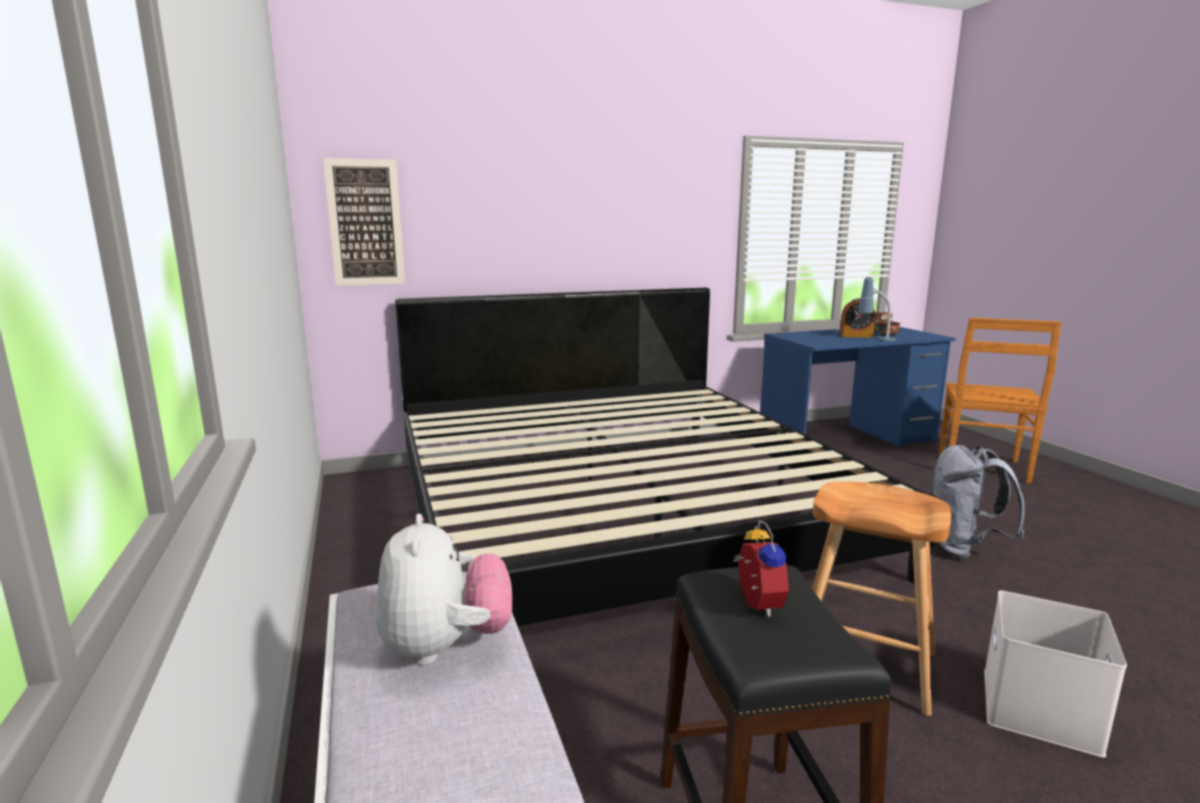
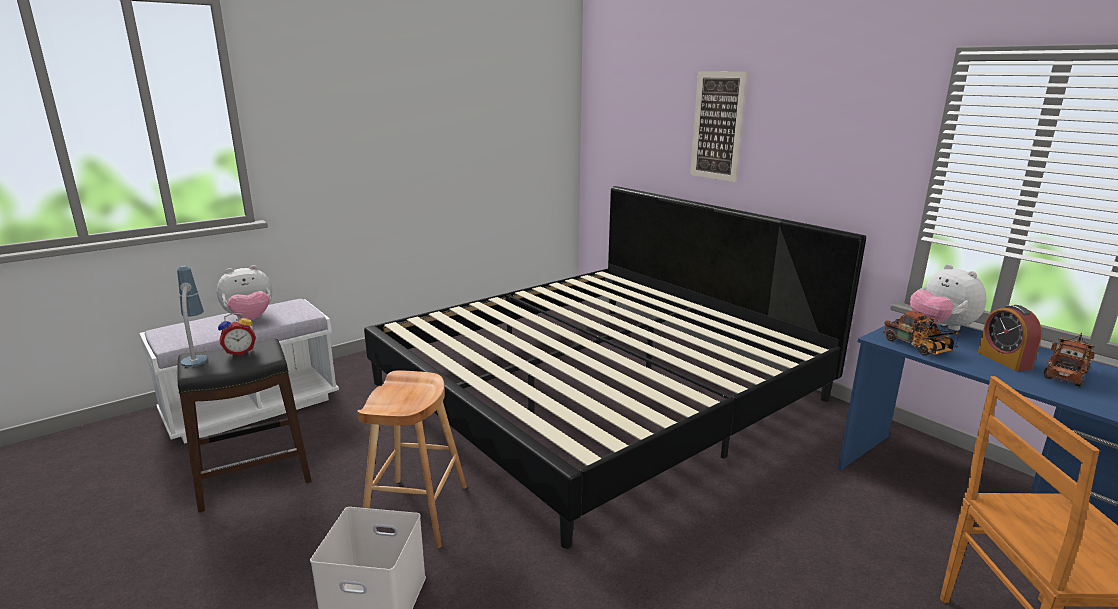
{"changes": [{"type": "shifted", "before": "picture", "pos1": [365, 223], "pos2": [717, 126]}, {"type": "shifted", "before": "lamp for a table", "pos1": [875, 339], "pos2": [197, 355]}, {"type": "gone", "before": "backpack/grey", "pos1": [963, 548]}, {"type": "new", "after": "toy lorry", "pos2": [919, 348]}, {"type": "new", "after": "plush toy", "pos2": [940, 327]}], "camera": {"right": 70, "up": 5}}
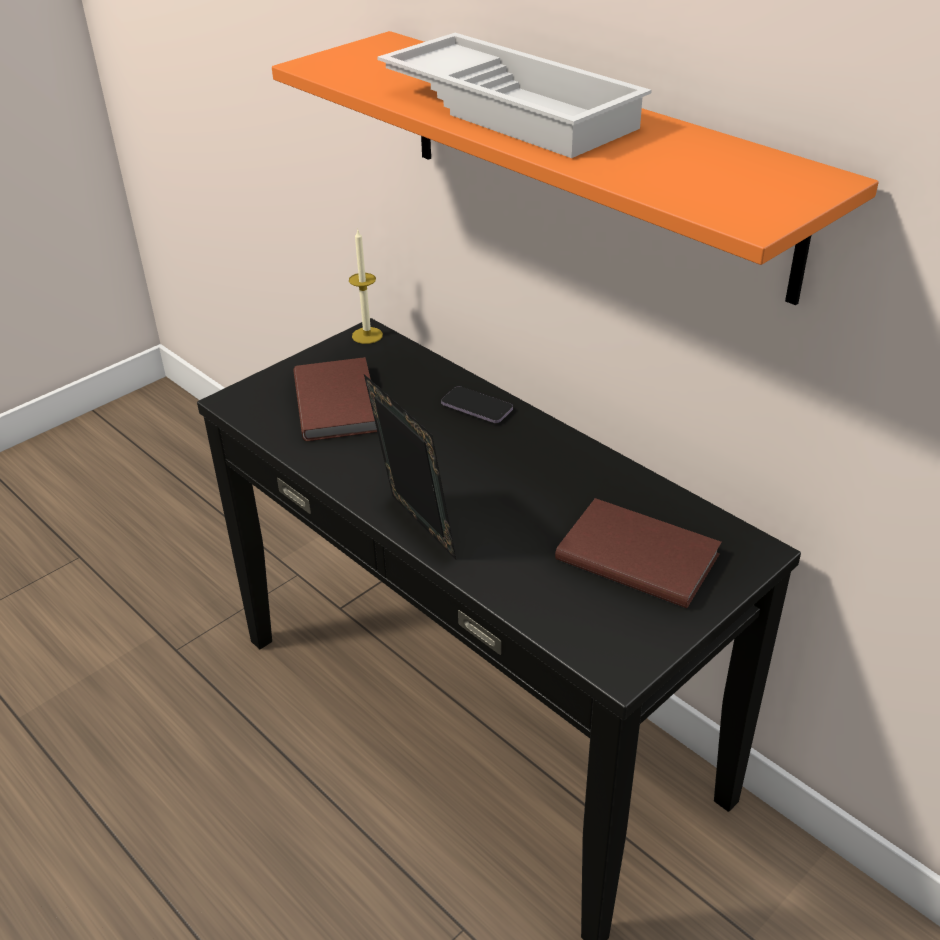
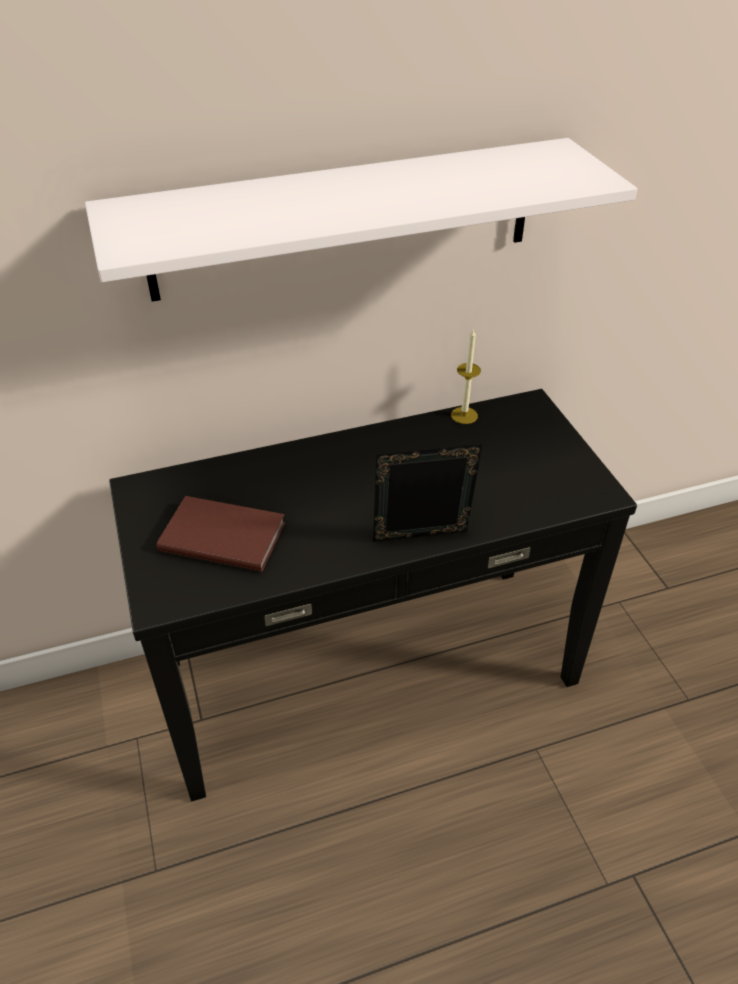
{"changes": [{"type": "repainted", "before": "shelf/orange", "after": "shelf/white", "pos1": [591, 159], "pos2": [344, 219]}, {"type": "shifted", "before": "candle", "pos1": [367, 335], "pos2": [464, 415]}, {"type": "gone", "before": "carrying tray/white", "pos1": [513, 109]}, {"type": "gone", "before": "handset", "pos1": [477, 407]}, {"type": "gone", "before": "bound book/brown", "pos1": [637, 554]}], "camera": {"right": -65, "up": 5}}
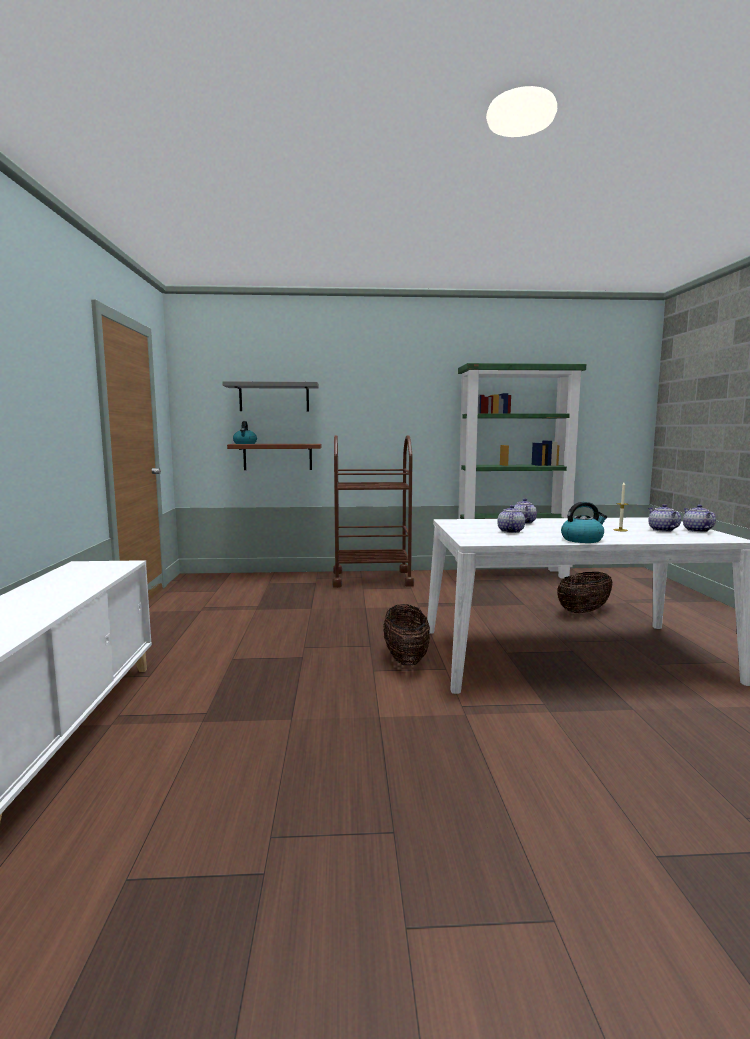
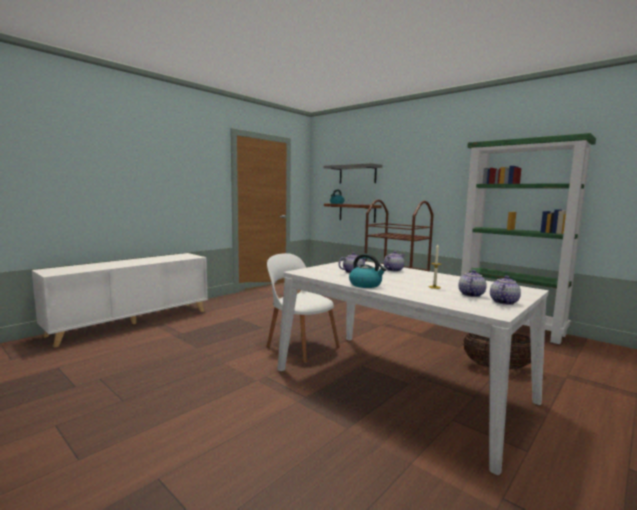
{"changes": [{"type": "swapped", "before": "storage basket", "after": "plain chair/white", "pos1": [406, 658], "pos2": [301, 346]}], "camera": {"right": 45, "up": 0}}
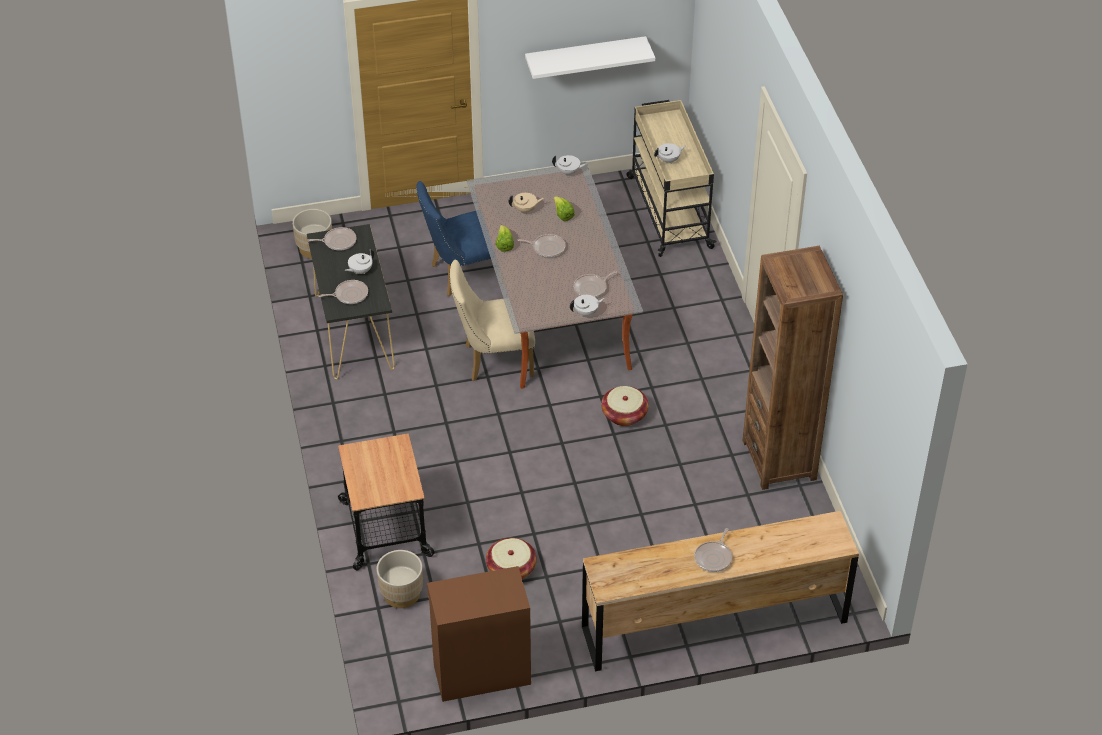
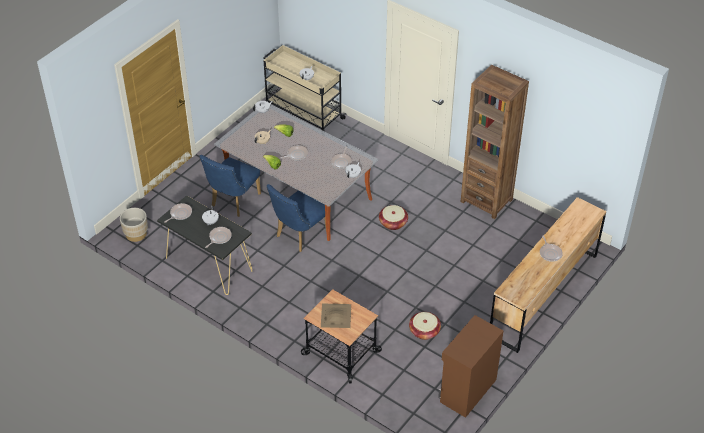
{"changes": [{"type": "gone", "before": "flower pot/sand-coloured", "pos1": [401, 594]}, {"type": "repainted", "before": "plain chair/sand-coloured", "after": "plain chair/blue", "pos1": [493, 360], "pos2": [298, 235]}, {"type": "gone", "before": "shelf/white", "pos1": [585, 56]}, {"type": "new", "after": "carrying tray/sand-coloured", "pos2": [335, 316]}], "camera": {"right": -40, "up": 0}}
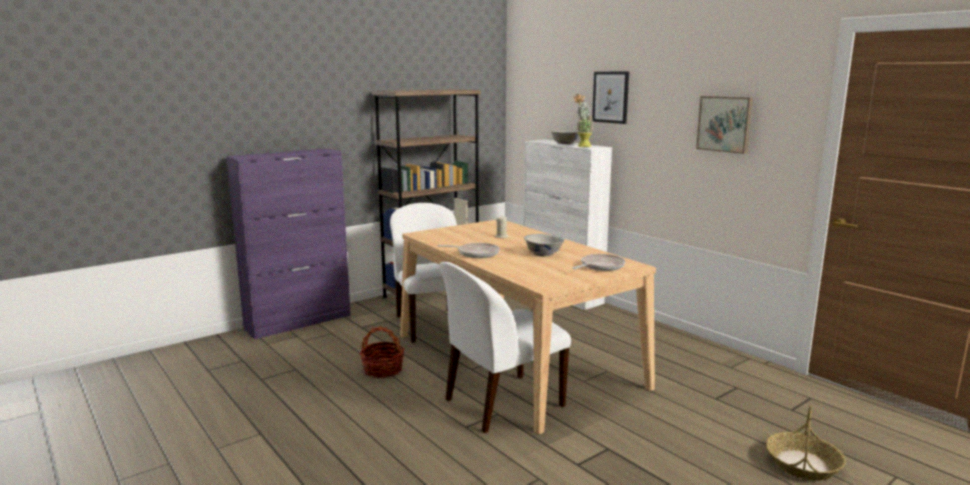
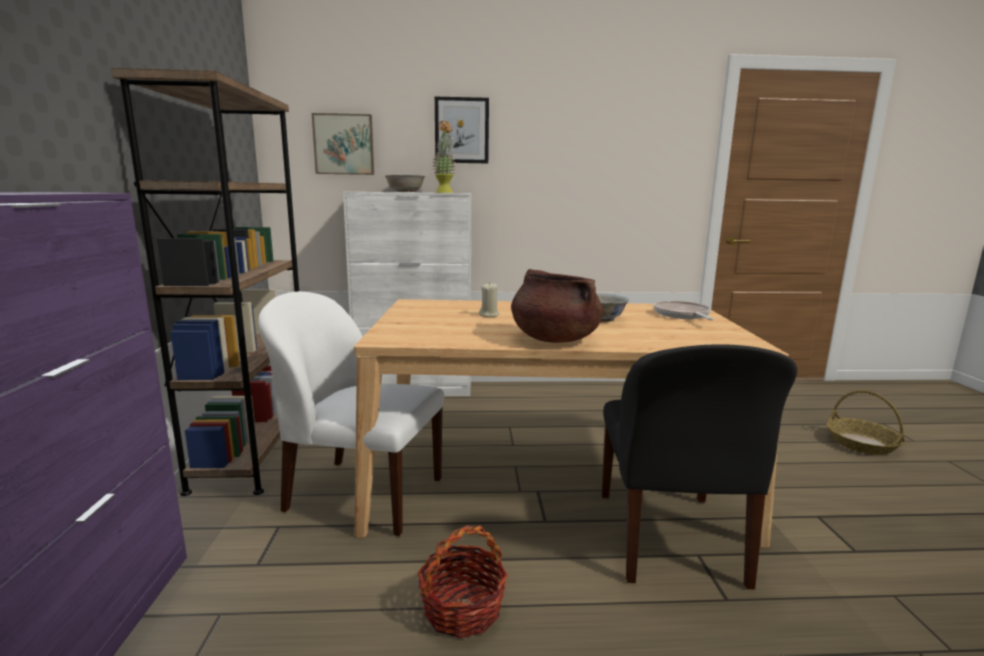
{"changes": [{"type": "swapped", "before": "skillet", "after": "saucepot/brown", "pos1": [475, 254], "pos2": [554, 339]}, {"type": "repainted", "before": "plain chair/white", "after": "plain chair/black", "pos1": [501, 403], "pos2": [669, 539]}, {"type": "shifted", "before": "picture", "pos1": [725, 124], "pos2": [344, 144]}], "camera": {"right": -55, "up": 0}}
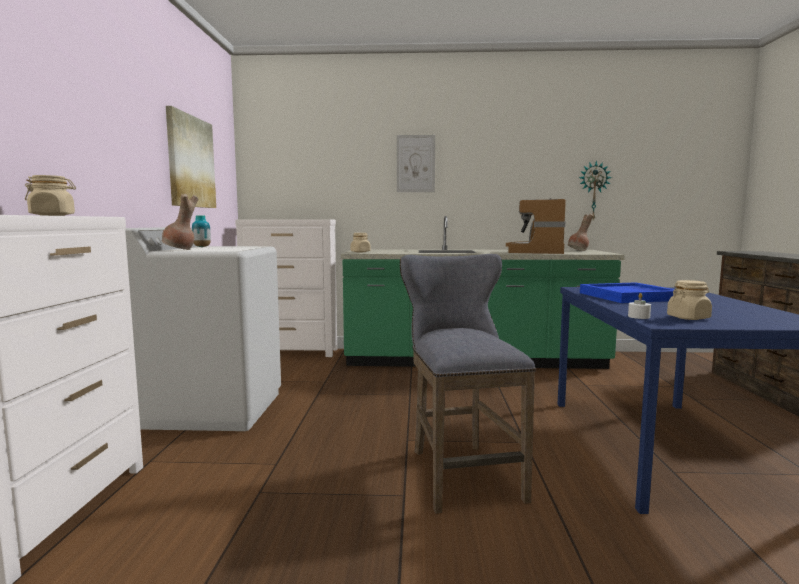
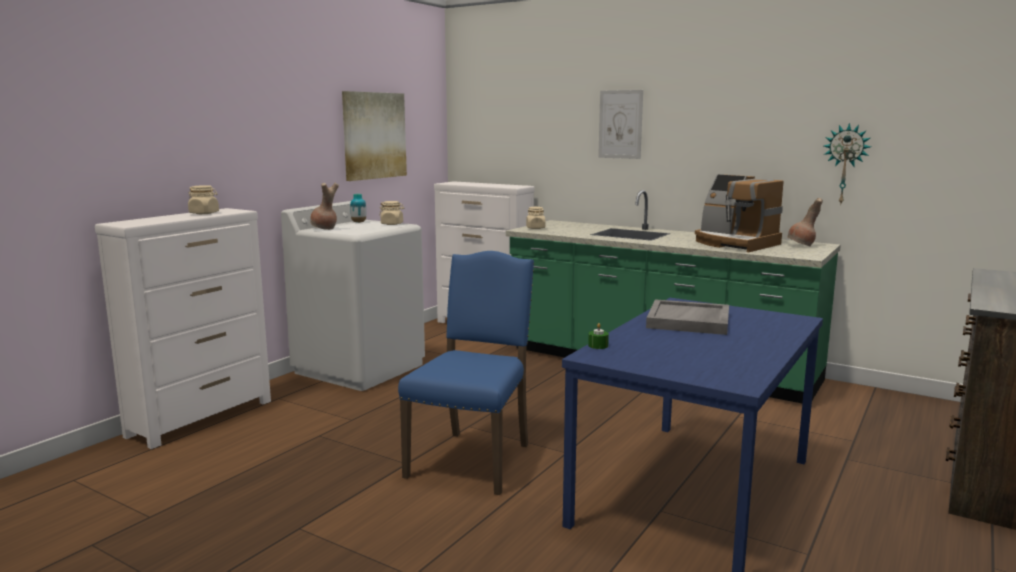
{"changes": [{"type": "swapped", "before": "sitting stool/grey", "after": "plain chair/blue", "pos1": [461, 471], "pos2": [473, 459]}, {"type": "rotated", "before": "coffee machine", "pos1": [537, 251], "pos2": [735, 244], "turn": -90}, {"type": "repainted", "before": "carrying tray/blue", "after": "carrying tray/grey", "pos1": [629, 296], "pos2": [689, 321]}, {"type": "repainted", "before": "candle/white", "after": "candle/green", "pos1": [639, 317], "pos2": [598, 345]}, {"type": "shifted", "before": "jar/sand-coloured", "pos1": [688, 318], "pos2": [392, 224]}], "camera": {"right": 30, "up": 5}}
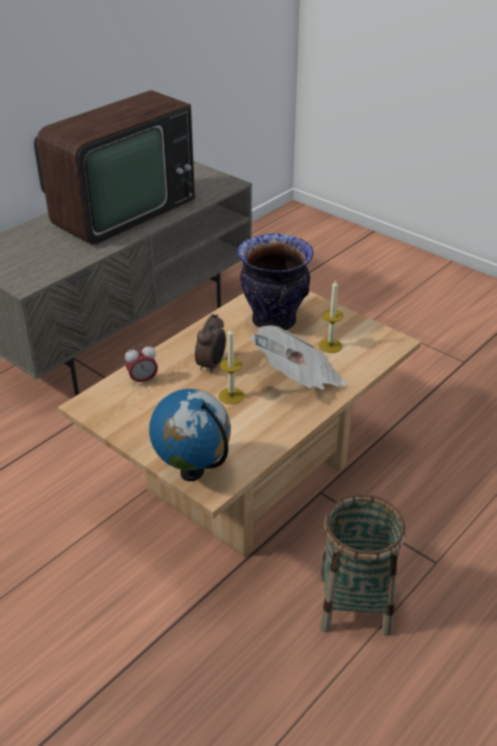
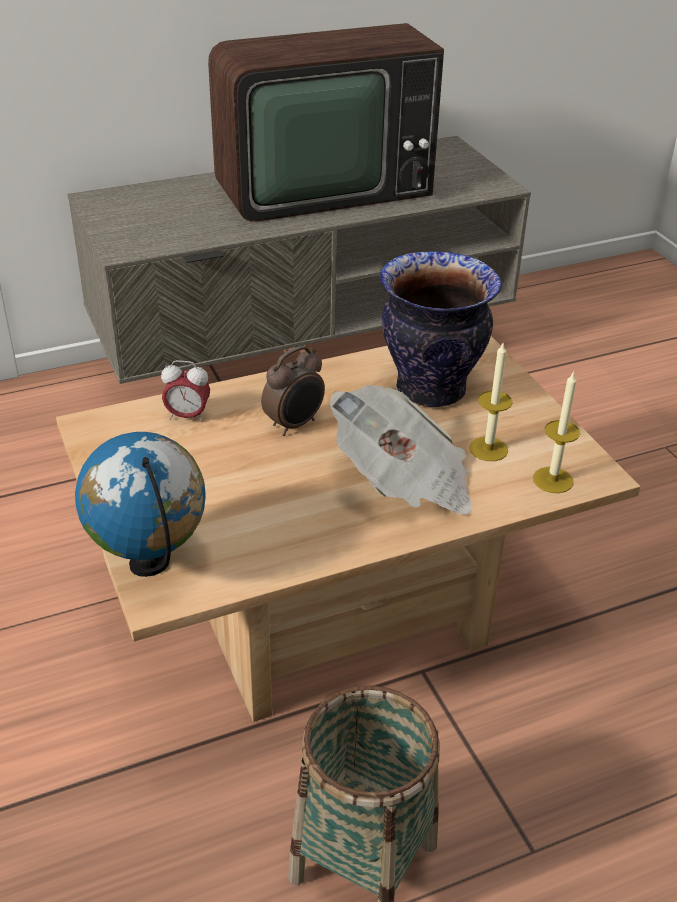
{"changes": [{"type": "shifted", "before": "candle", "pos1": [231, 396], "pos2": [553, 480]}], "camera": {"right": 25, "up": 0}}
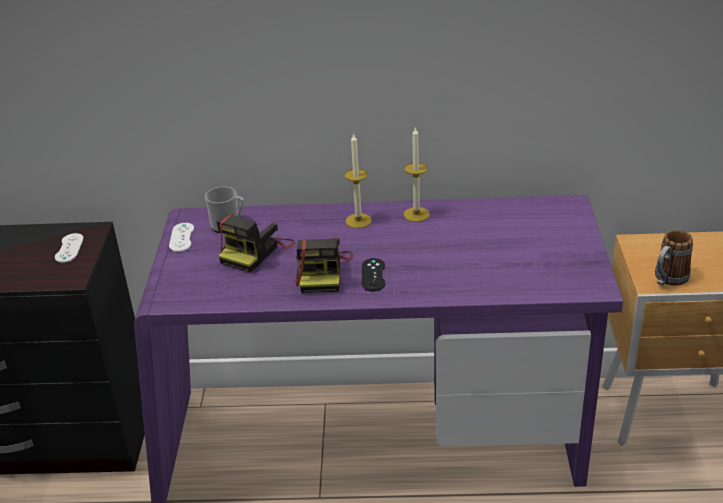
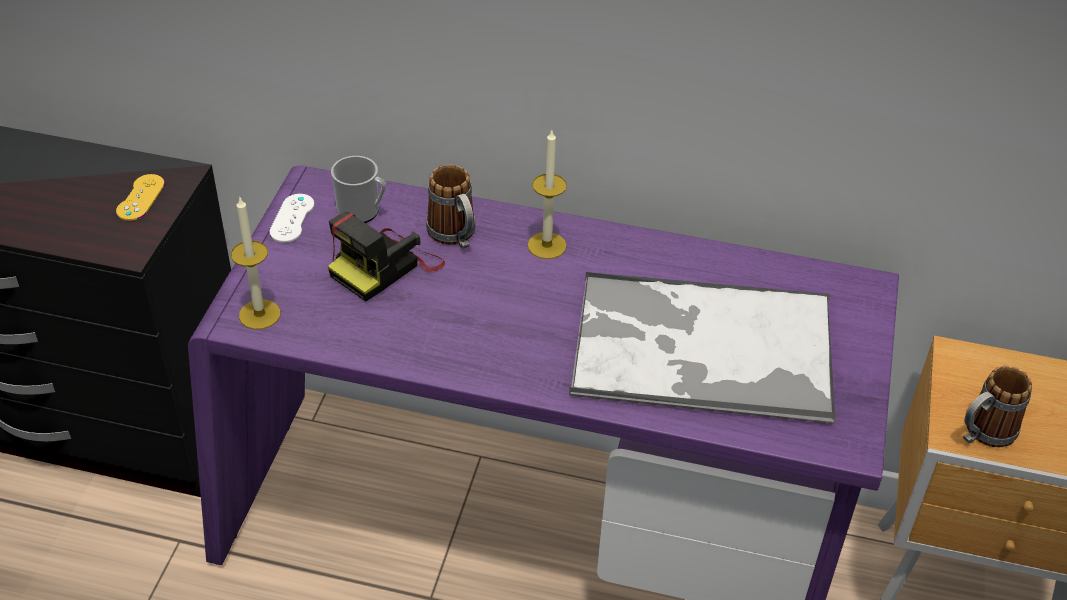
{"changes": [{"type": "repainted", "before": "gamepad/white", "after": "gamepad/yellow", "pos1": [69, 248], "pos2": [140, 198]}, {"type": "gone", "before": "still camera", "pos1": [322, 272]}, {"type": "gone", "before": "gamepad/black", "pos1": [373, 275]}, {"type": "shifted", "before": "candle", "pos1": [416, 214], "pos2": [259, 314]}, {"type": "new", "after": "tea mug", "pos2": [455, 237]}, {"type": "new", "after": "carrying tray", "pos2": [700, 349]}], "camera": {"right": 10, "up": 10}}
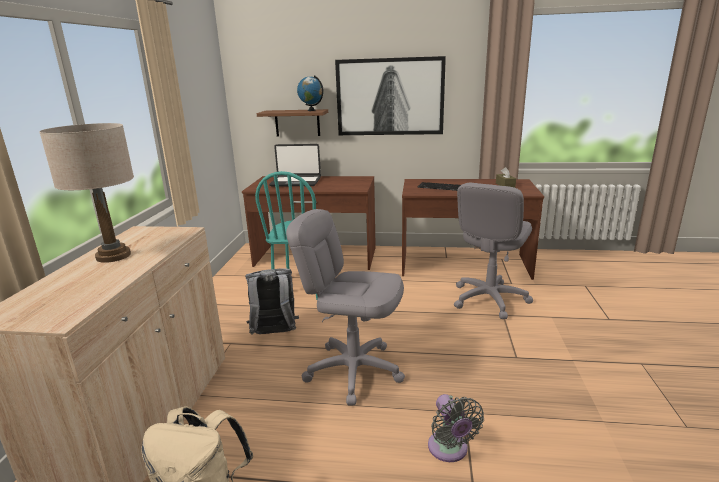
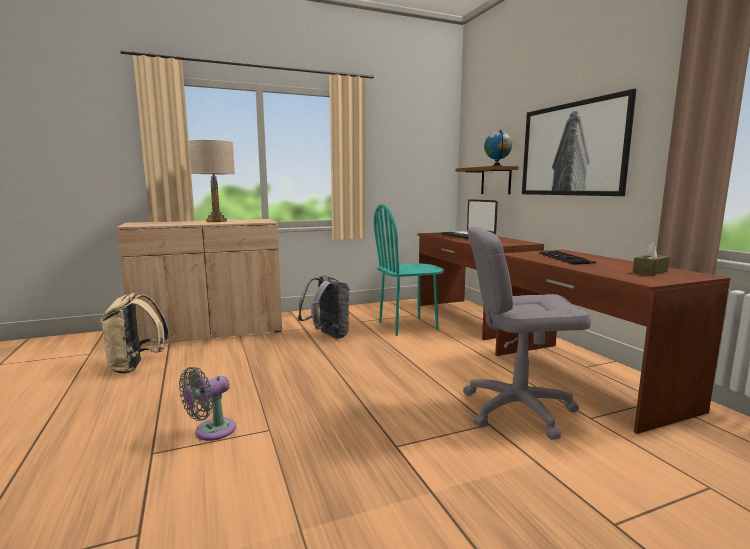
{"changes": [{"type": "gone", "before": "office chair/grey", "pos1": [354, 370]}], "camera": {"right": 60, "up": -10}}
